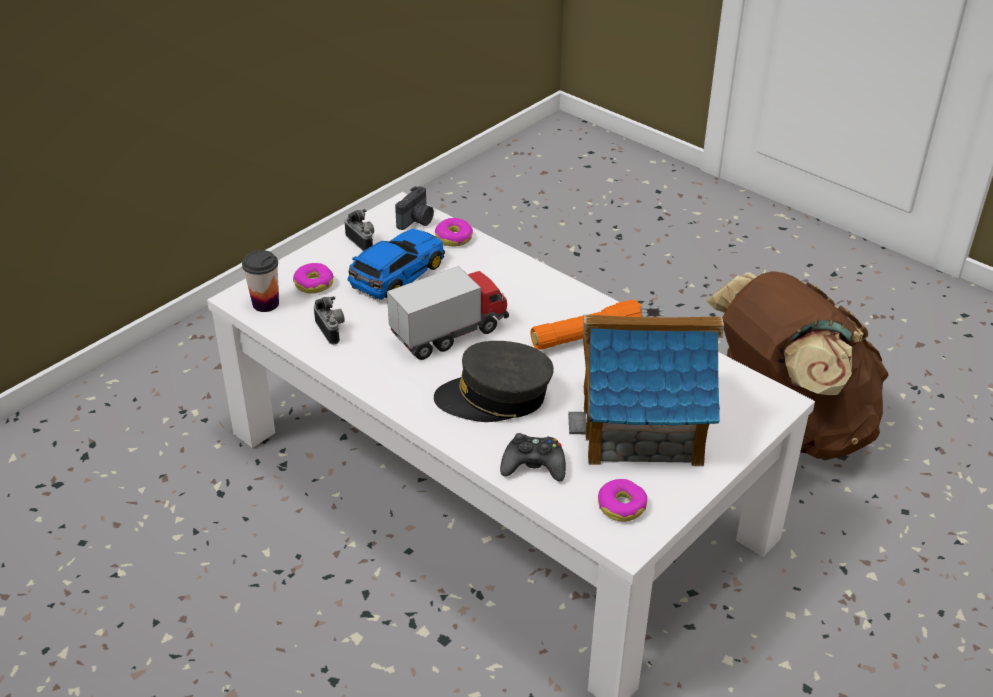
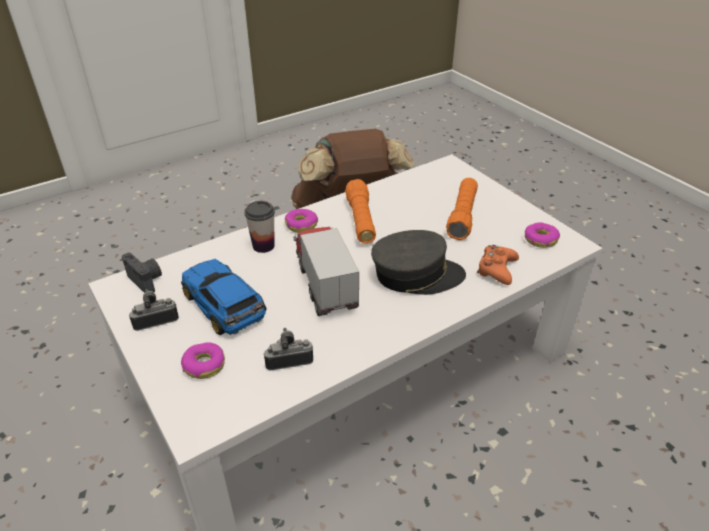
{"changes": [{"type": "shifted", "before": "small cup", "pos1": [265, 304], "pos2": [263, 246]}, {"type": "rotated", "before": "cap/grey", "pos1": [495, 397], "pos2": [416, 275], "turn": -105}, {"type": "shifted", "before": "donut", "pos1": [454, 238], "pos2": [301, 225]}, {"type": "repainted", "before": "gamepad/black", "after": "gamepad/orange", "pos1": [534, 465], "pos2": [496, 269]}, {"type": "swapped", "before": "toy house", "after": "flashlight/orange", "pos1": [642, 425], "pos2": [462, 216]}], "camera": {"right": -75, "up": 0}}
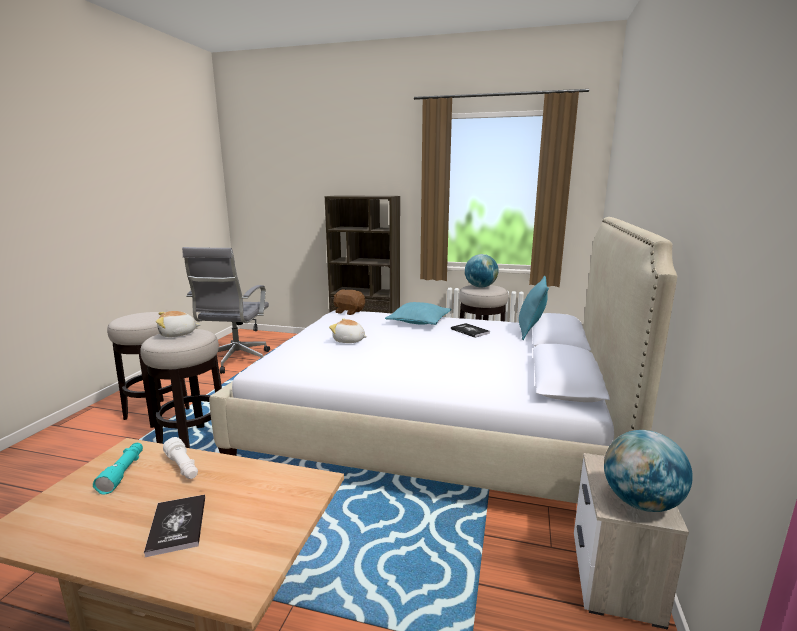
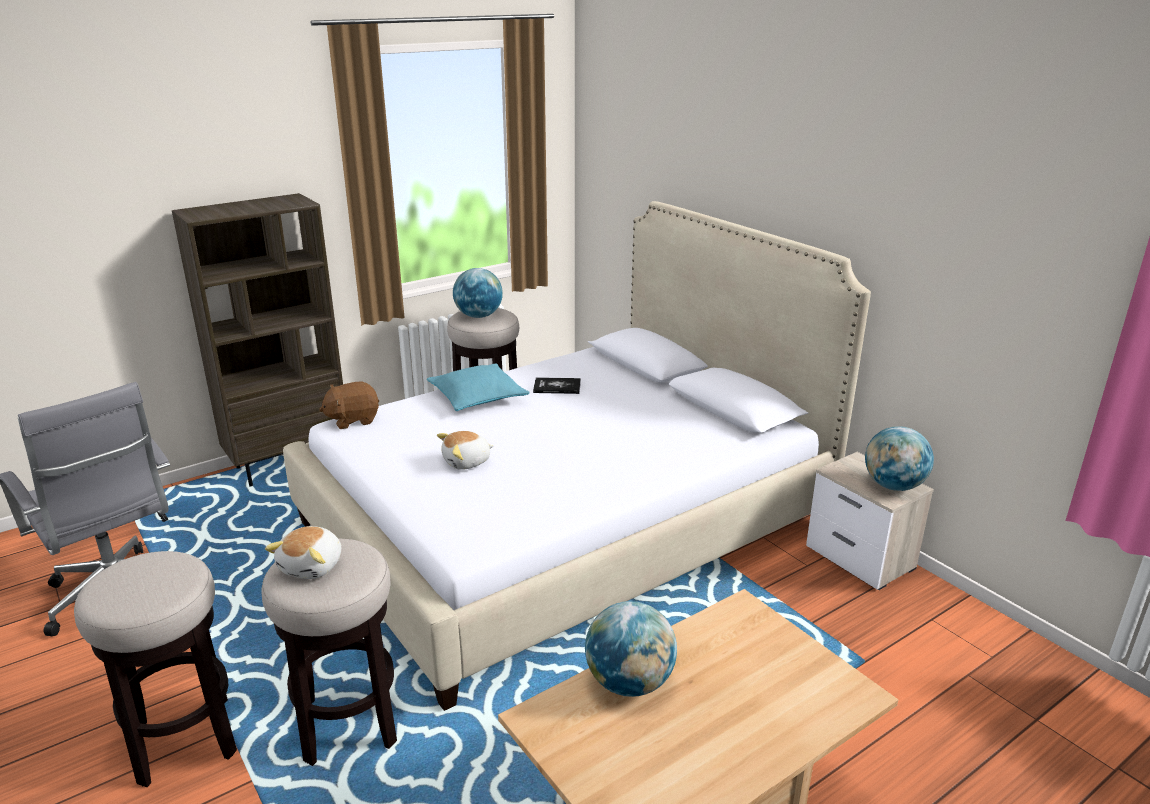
{"changes": [{"type": "gone", "before": "flashlight/blue-green", "pos1": [123, 473]}, {"type": "gone", "before": "bound book", "pos1": [177, 525]}, {"type": "swapped", "before": "flashlight/white", "after": "globe", "pos1": [183, 467], "pos2": [629, 683]}, {"type": "gone", "before": "throw pillow/blue-green", "pos1": [530, 332]}], "camera": {"right": -50, "up": 10}}
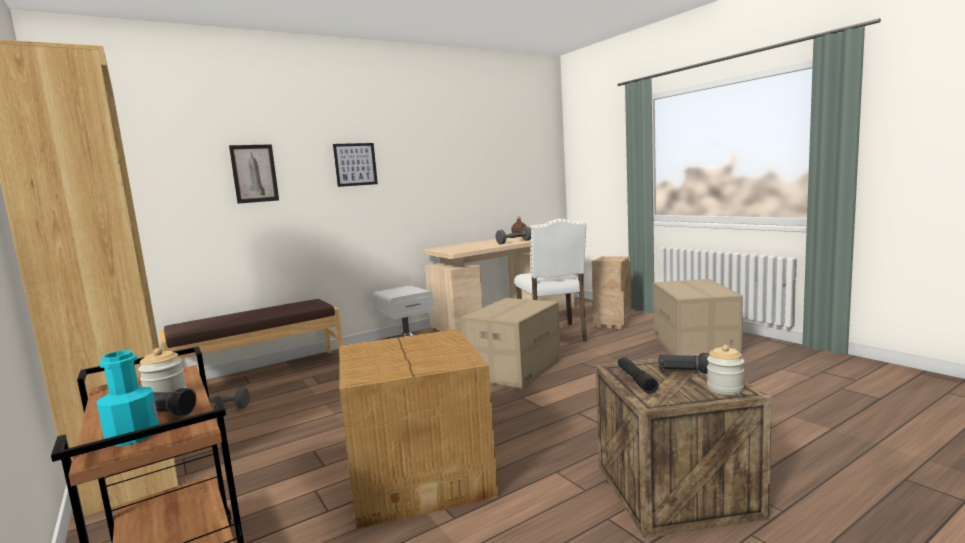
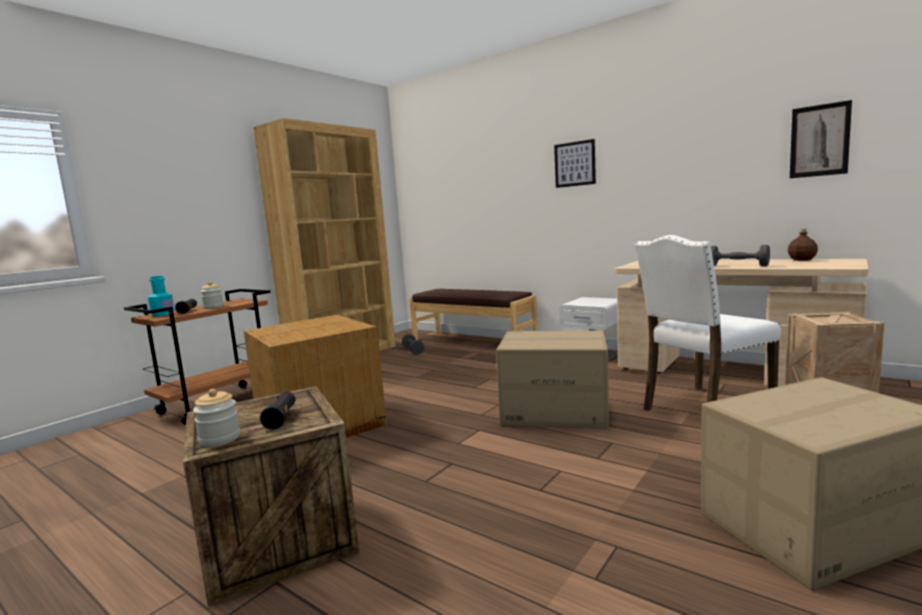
{"changes": [{"type": "shifted", "before": "picture", "pos1": [254, 173], "pos2": [819, 140]}, {"type": "gone", "before": "flashlight/black", "pos1": [636, 380]}], "camera": {"right": 70, "up": 0}}
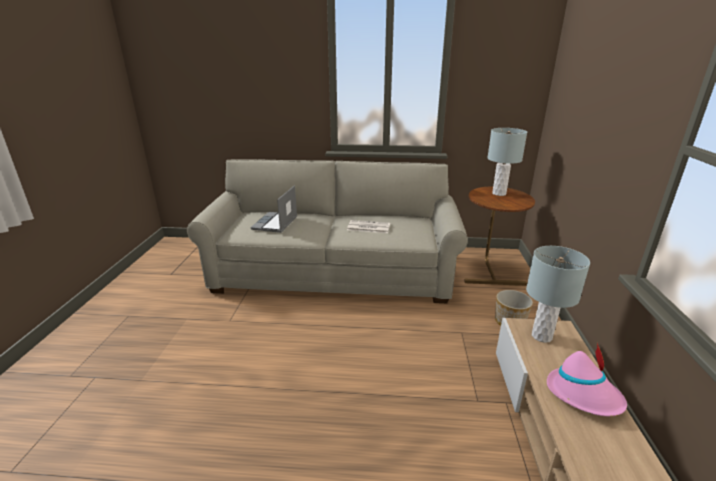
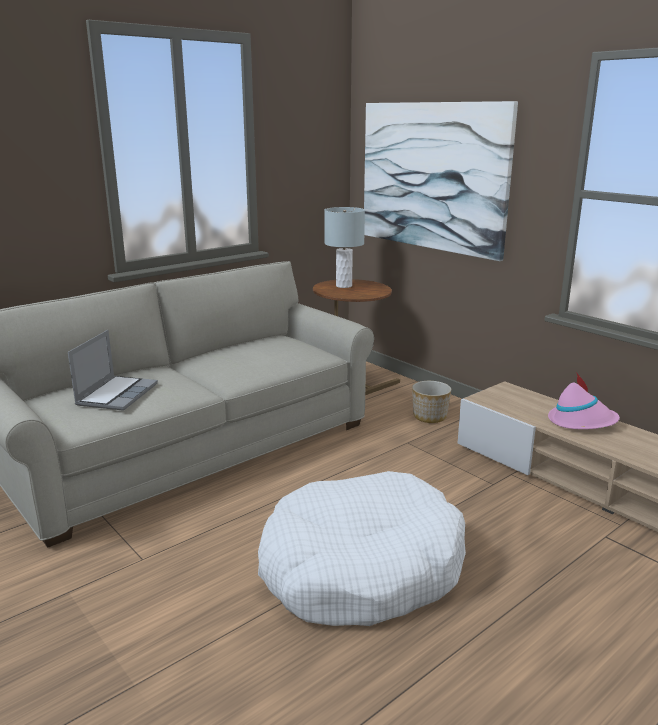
{"changes": [{"type": "rotated", "before": "notebook computer", "pos1": [275, 223], "pos2": [117, 394], "turn": -135}, {"type": "gone", "before": "printed paper", "pos1": [368, 227]}, {"type": "gone", "before": "lamp for a table/grey", "pos1": [541, 336]}, {"type": "new", "after": "dog cushion/white", "pos2": [361, 568]}, {"type": "new", "after": "picture", "pos2": [432, 176]}], "camera": {"right": -45, "up": -5}}
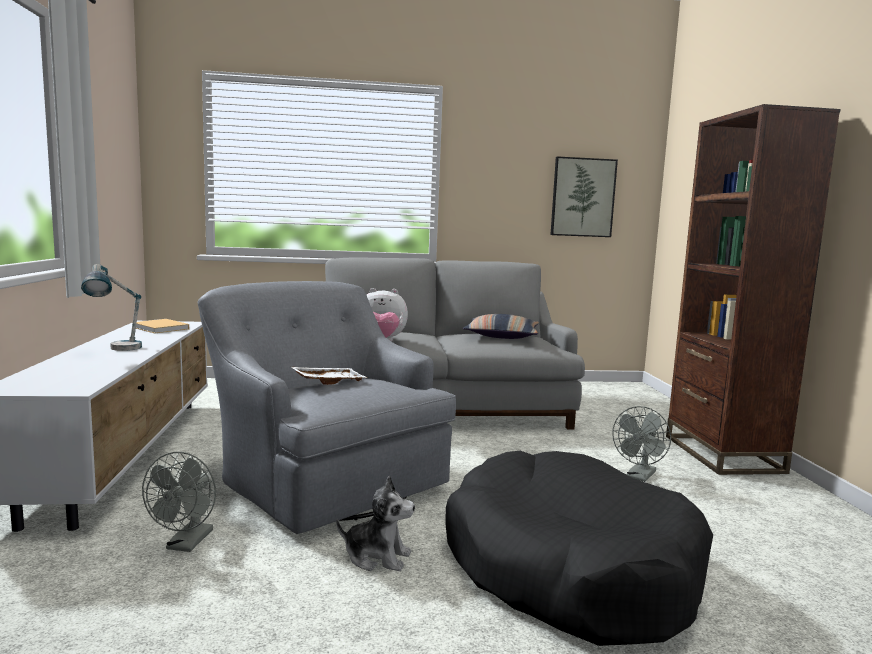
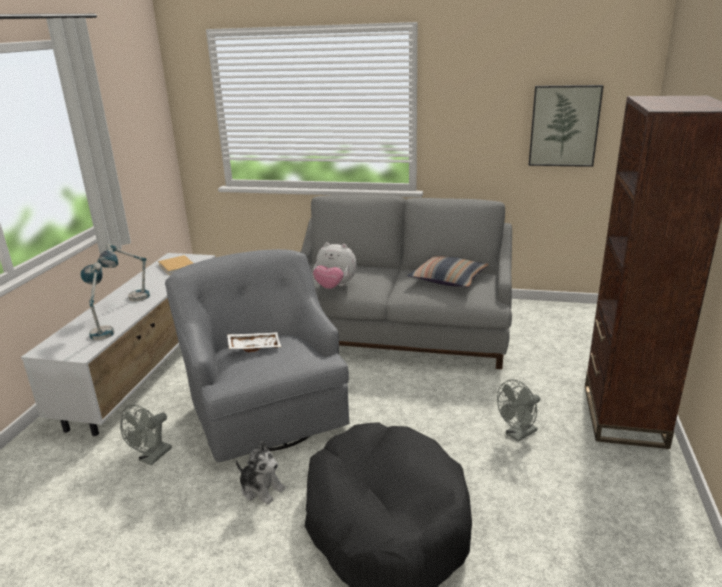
{"changes": [{"type": "new", "after": "lamp for a table", "pos2": [102, 330]}], "camera": {"right": 20, "up": 15}}
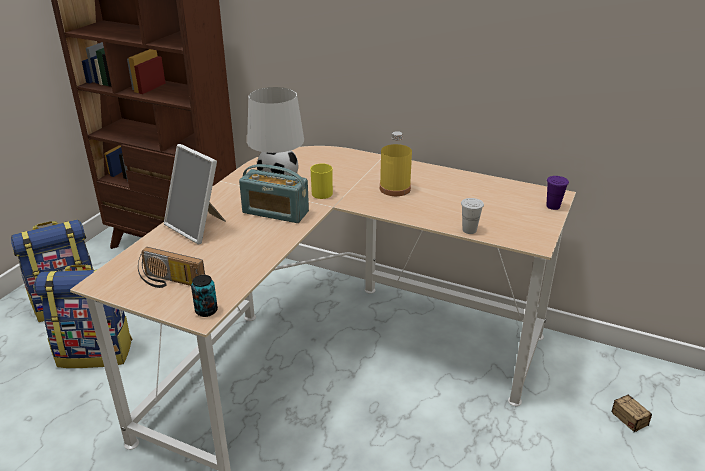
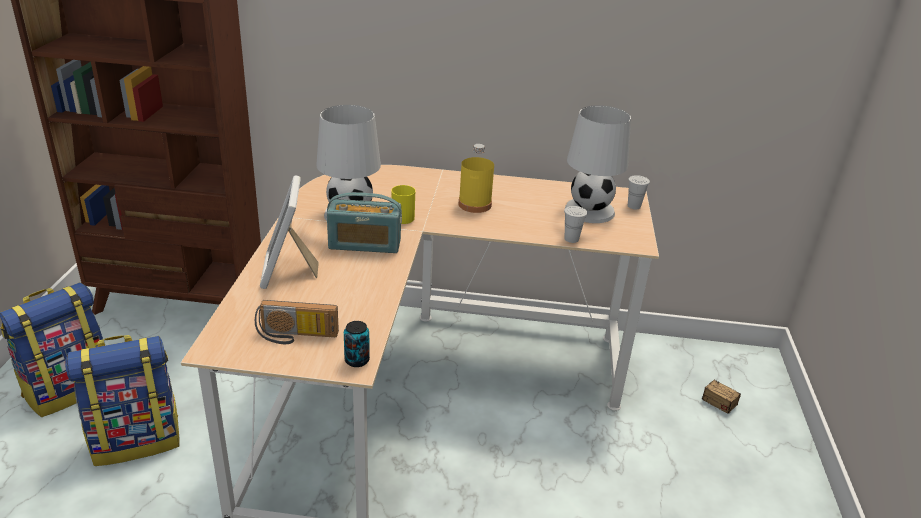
{"changes": [{"type": "rotated", "before": "standing frame", "pos1": [198, 227], "pos2": [288, 271], "turn": 60}, {"type": "repainted", "before": "small cup/purplish", "after": "small cup/white", "pos1": [553, 206], "pos2": [634, 206]}, {"type": "new", "after": "lamp for a table/white", "pos2": [589, 210]}], "camera": {"right": -20, "up": 0}}
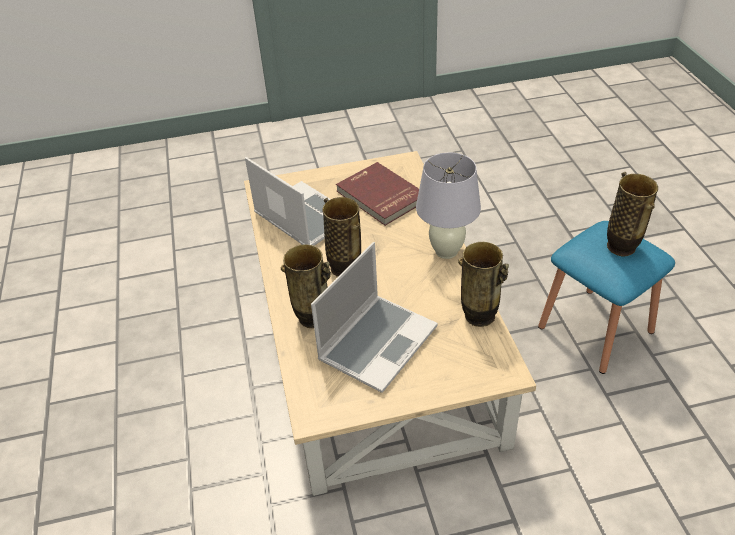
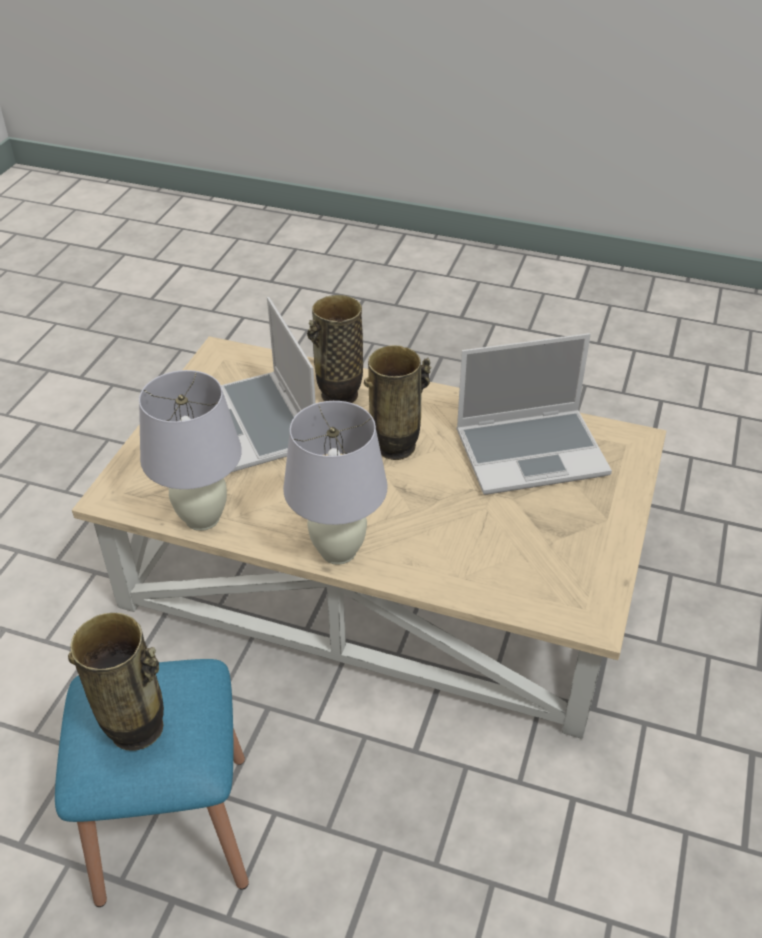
{"changes": [{"type": "gone", "before": "bound book/reddish", "pos1": [380, 196]}, {"type": "swapped", "before": "flower vase", "after": "lamp for a table/white", "pos1": [479, 317], "pos2": [202, 518]}], "camera": {"right": 120, "up": 0}}
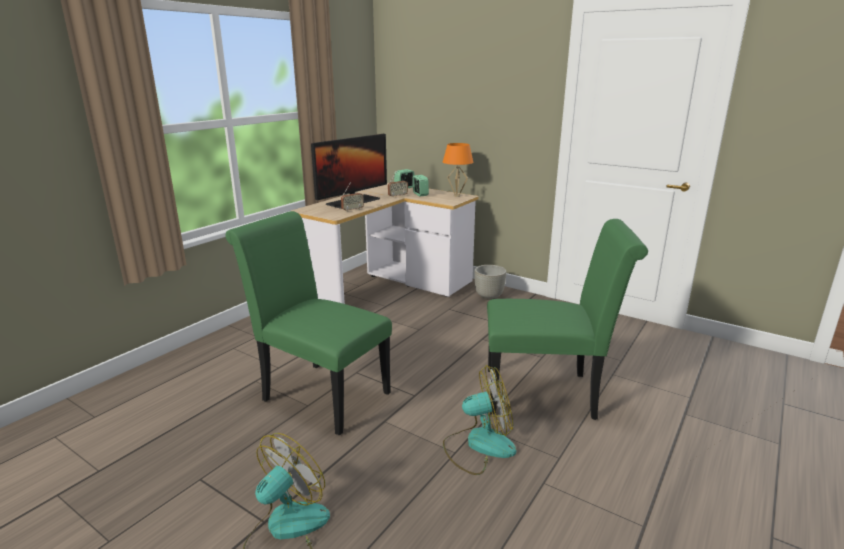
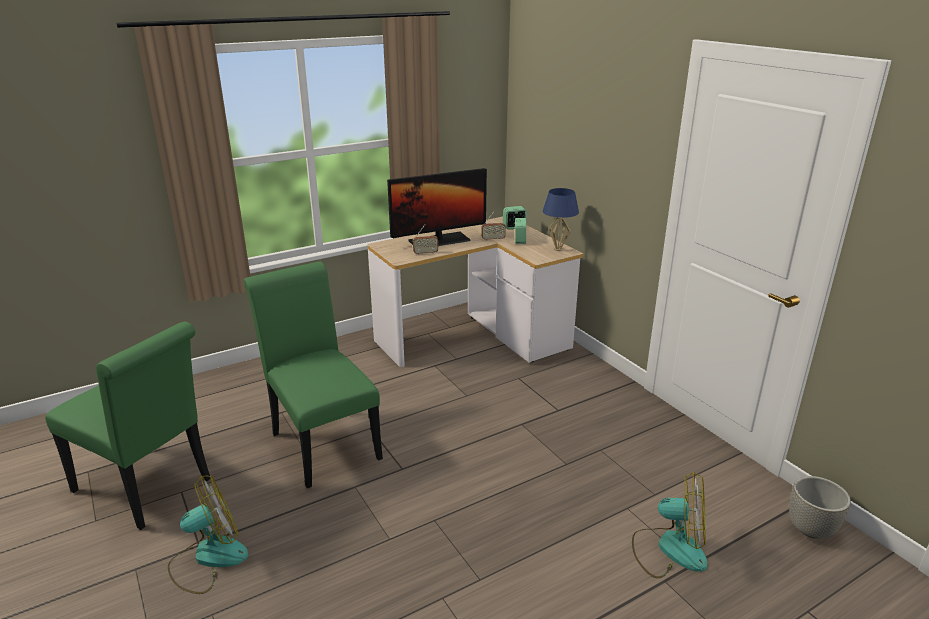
{"changes": [{"type": "repainted", "before": "lamp for a table/orange", "after": "lamp for a table/blue", "pos1": [457, 195], "pos2": [558, 249]}, {"type": "shifted", "before": "electric fan", "pos1": [479, 445], "pos2": [669, 549]}, {"type": "shifted", "before": "flower pot/grey", "pos1": [489, 297], "pos2": [810, 529]}, {"type": "shifted", "before": "plain chair/green", "pos1": [548, 394], "pos2": [148, 488]}], "camera": {"right": 25, "up": 5}}
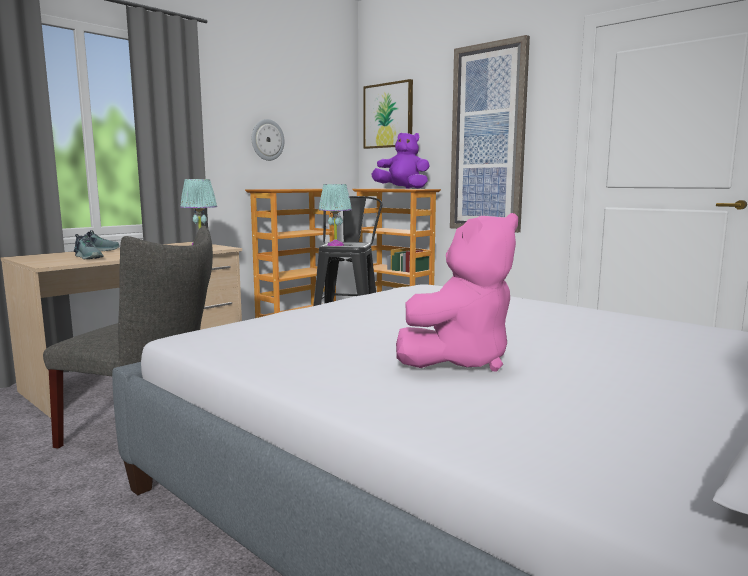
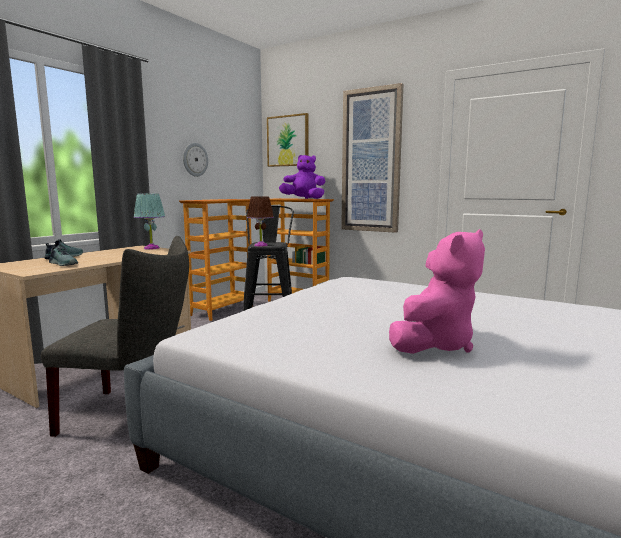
{"changes": [{"type": "repainted", "before": "lamp for a table/blue-green", "after": "lamp for a table/brown", "pos1": [335, 245], "pos2": [260, 245]}], "camera": {"right": -10, "up": 0}}
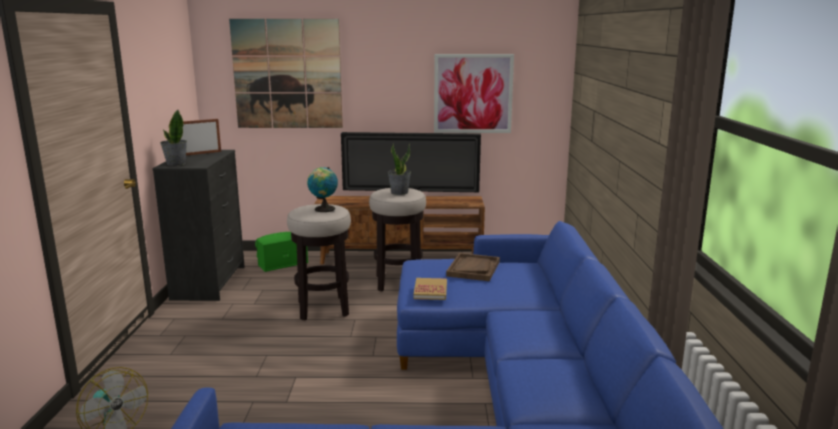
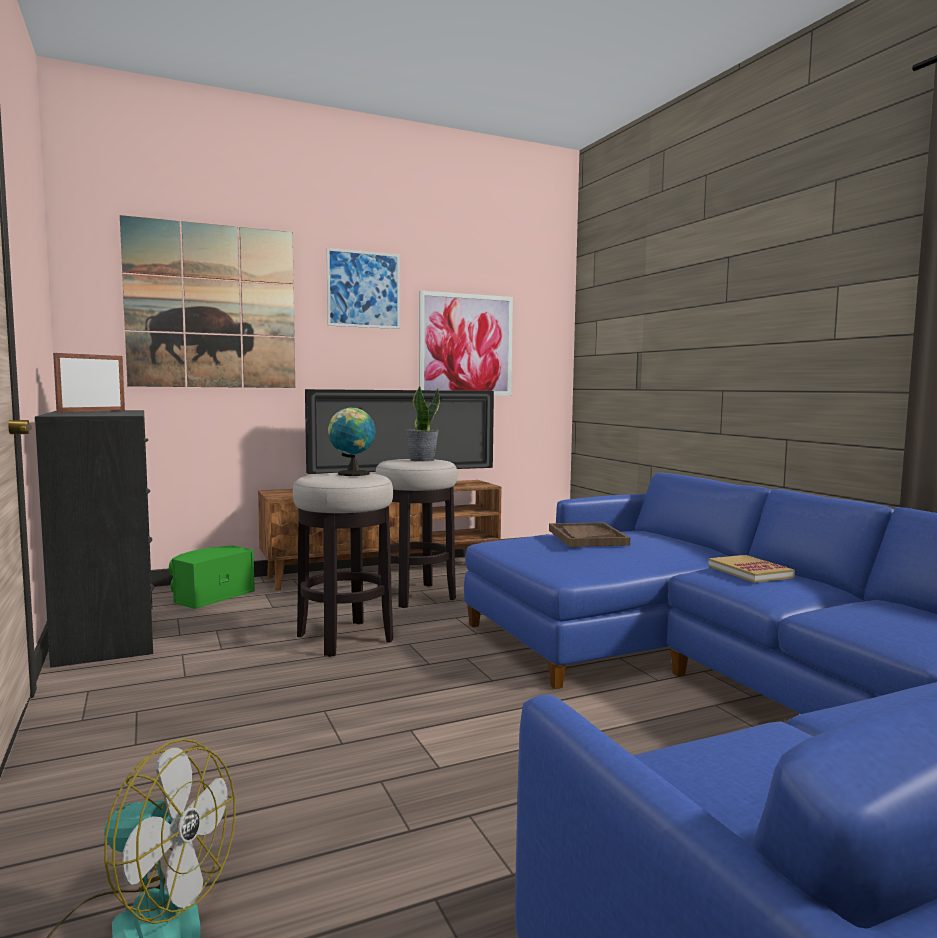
{"changes": [{"type": "gone", "before": "houseplant", "pos1": [175, 164]}, {"type": "shifted", "before": "bound book", "pos1": [430, 291], "pos2": [750, 572]}, {"type": "new", "after": "picture", "pos2": [363, 289]}], "camera": {"right": -25, "up": -10}}
